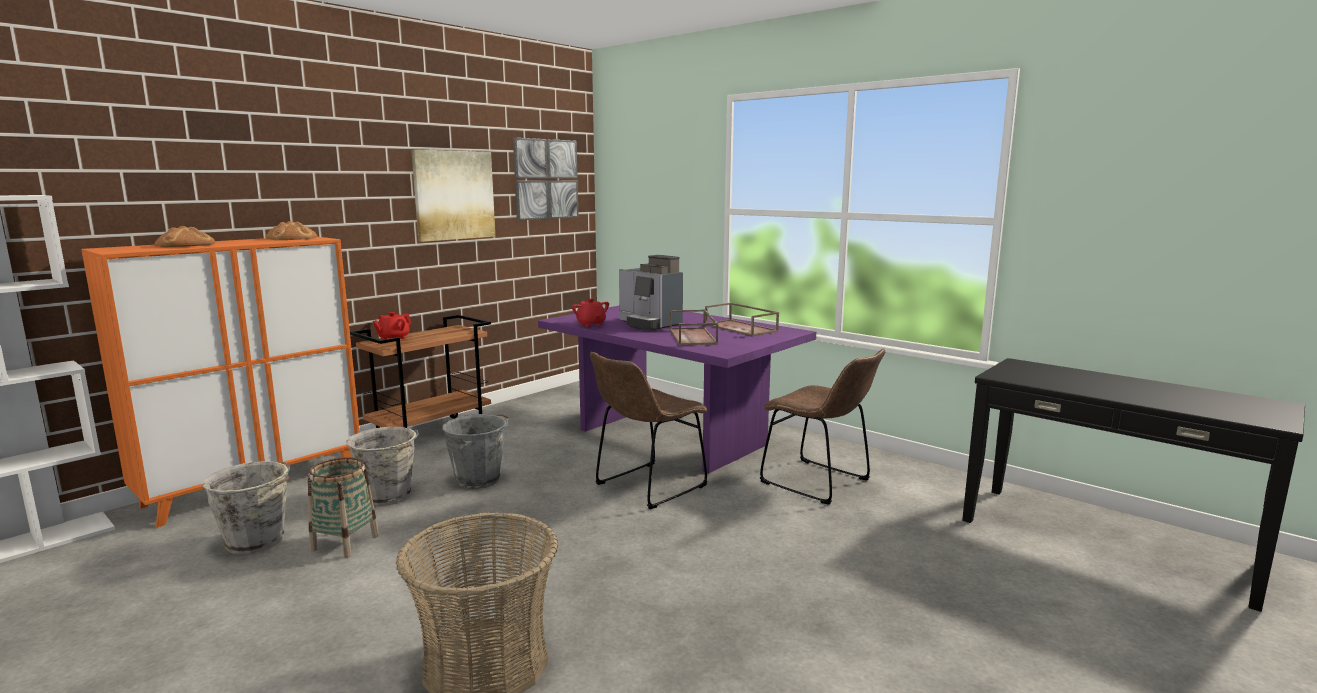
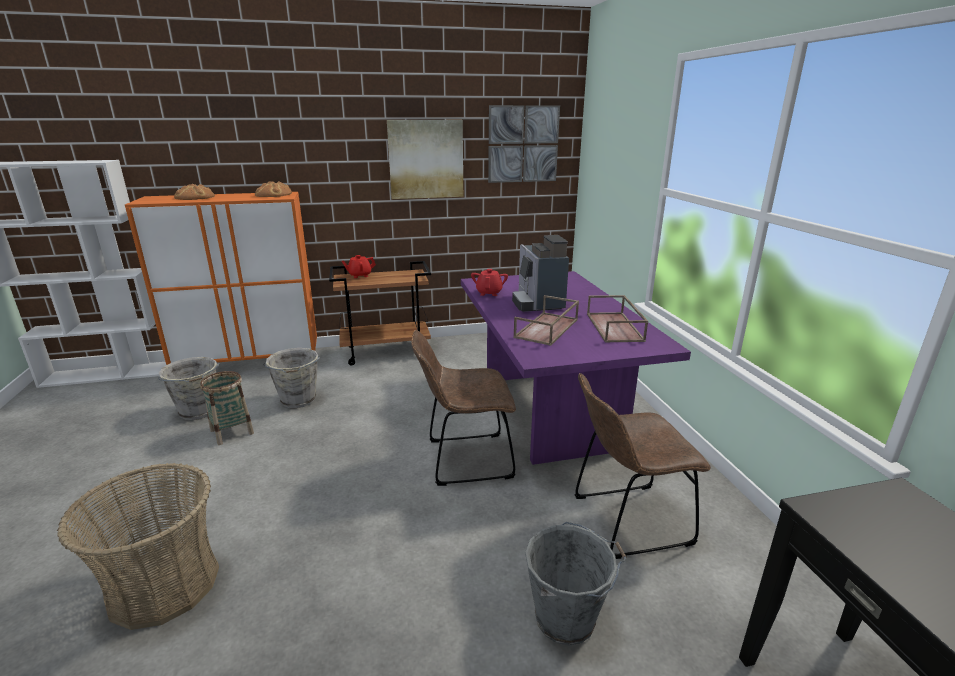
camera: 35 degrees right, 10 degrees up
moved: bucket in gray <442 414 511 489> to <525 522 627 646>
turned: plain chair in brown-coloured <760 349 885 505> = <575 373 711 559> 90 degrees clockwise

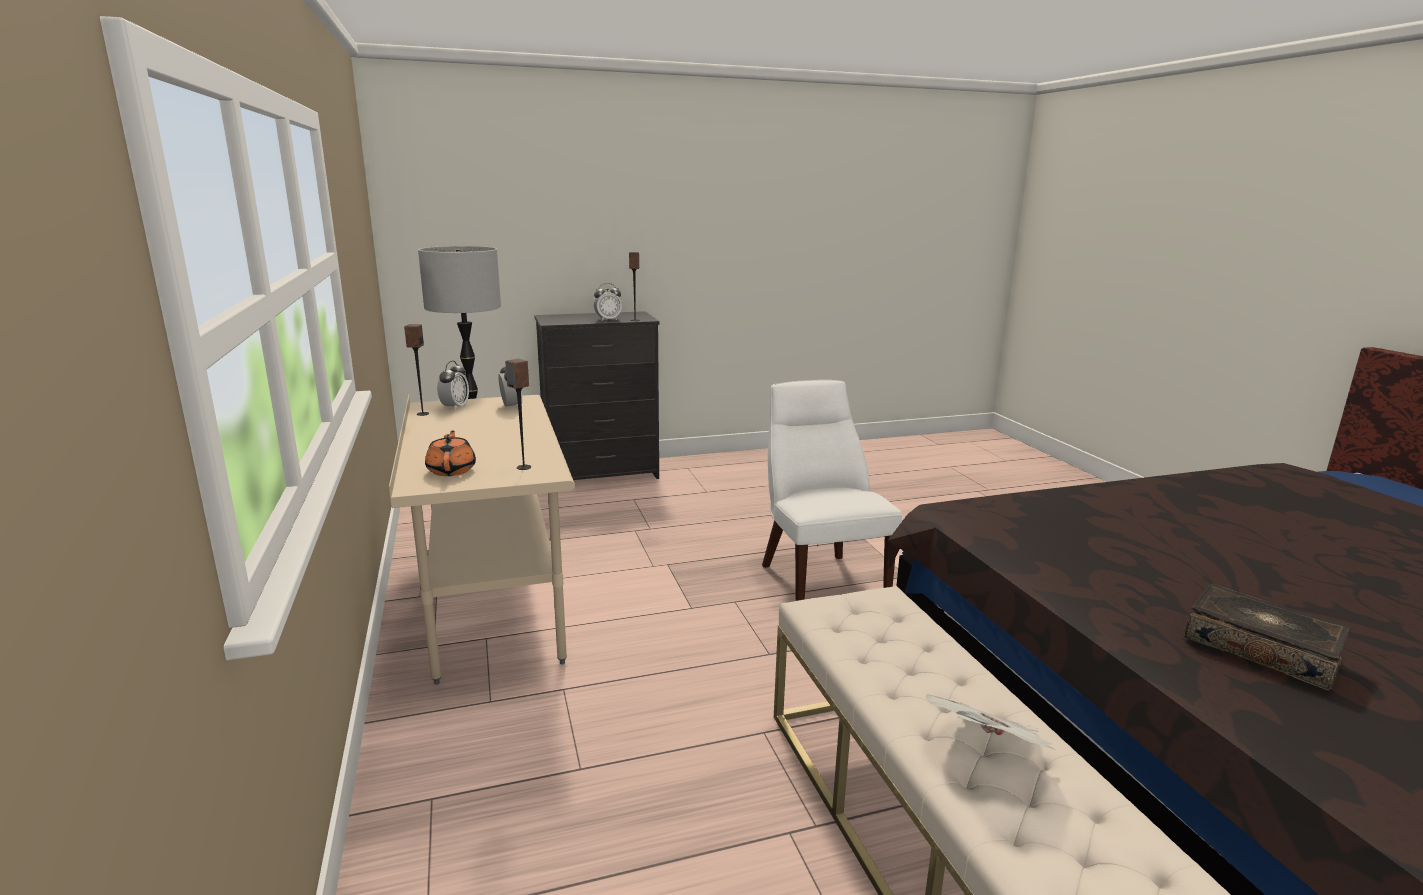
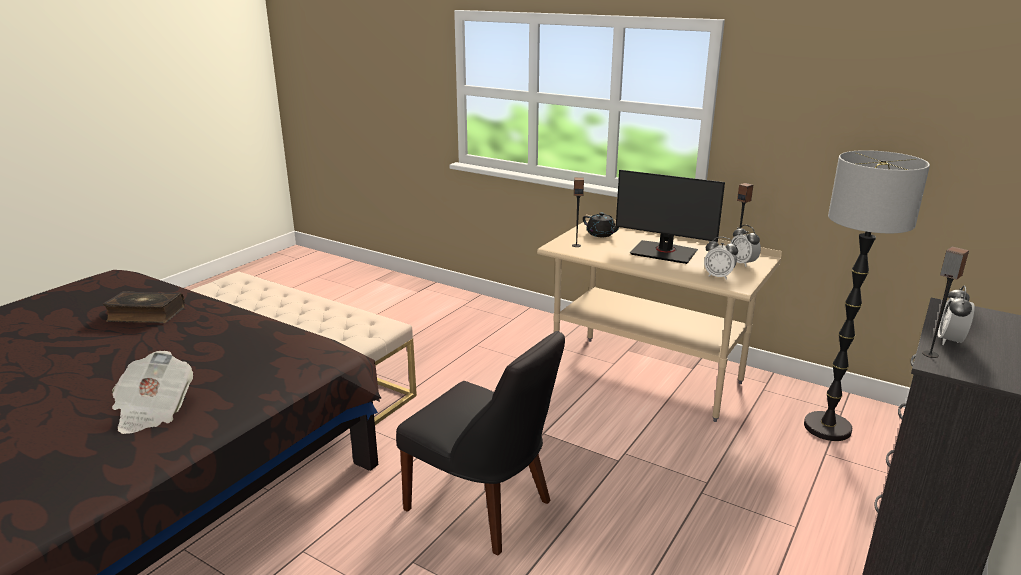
camera: 140 degrees right, 5 degrees up
added: computer screen <616 170 725 264>
moved: daily paper <926 694 1055 750> to <112 351 193 434>
recoloured: pot for tea in orangey <425 430 476 476> to pot for tea in blackish <583 212 619 237>; plain chair in white-coloured <762 380 902 601> to plain chair in blackish <396 331 565 555>

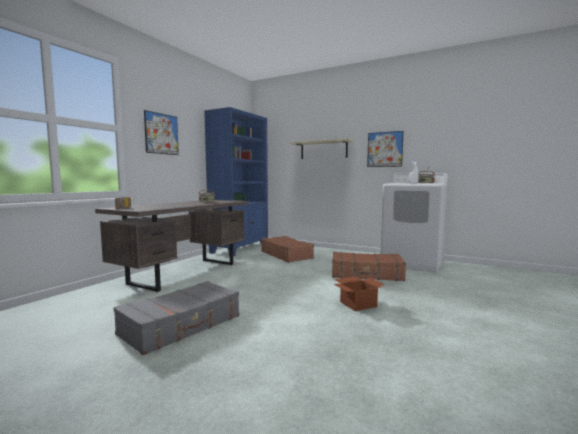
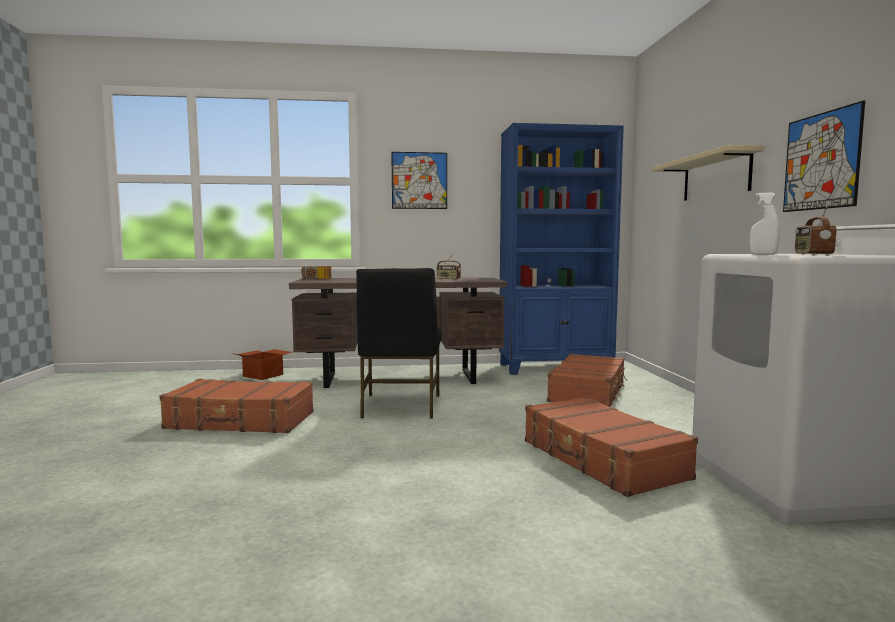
camera: 55 degrees right, 0 degrees up
added: plain chair in blackish <356 268 441 419>
moved: cardboard box <334 277 385 311> to <232 349 291 380>
recoloured: travel case in gray <114 281 239 355> to travel case in brown-coloured <159 379 314 433>

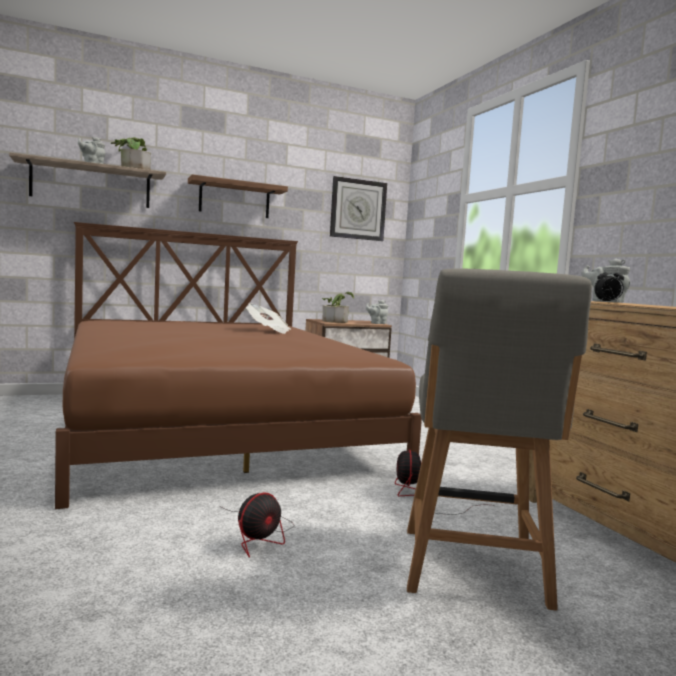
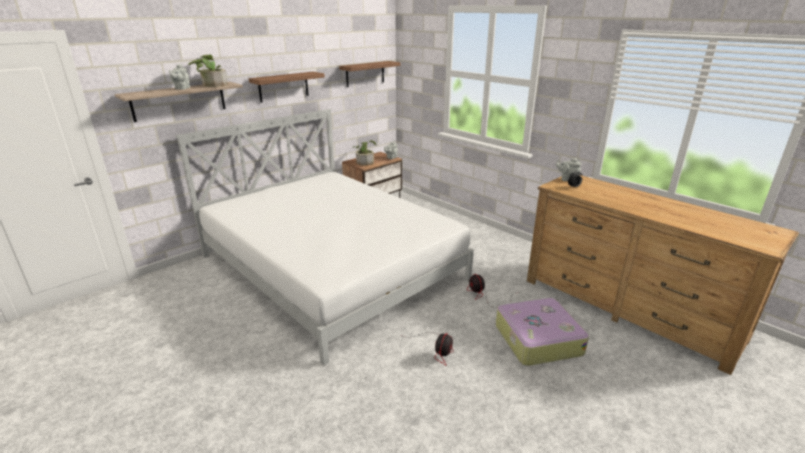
camera: 20 degrees left, 20 degrees up
removed: daily paper <246 303 291 334>
replaced: hanging clock <330 176 387 241> to shelf <339 61 400 87>; plain chair in gray <407 268 592 611> to travel case <496 297 589 366>
recoloured: sleeping bed in brown-coloured <55 222 422 509> to sleeping bed in white-coloured <175 109 474 366>

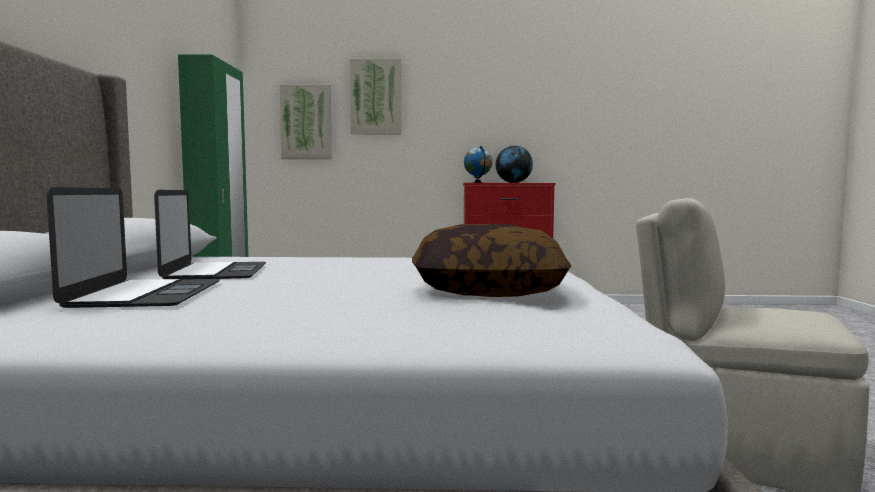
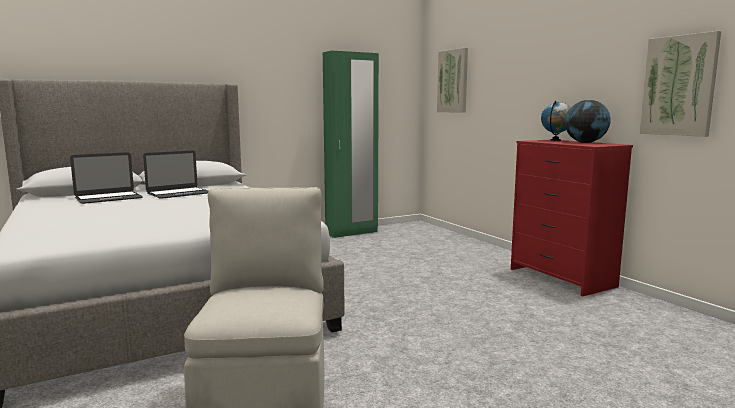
camera: 60 degrees right, 5 degrees up
removed: throw pillow <412 224 572 297>
moved: wall picture <350 59 401 134> to <640 31 721 137>

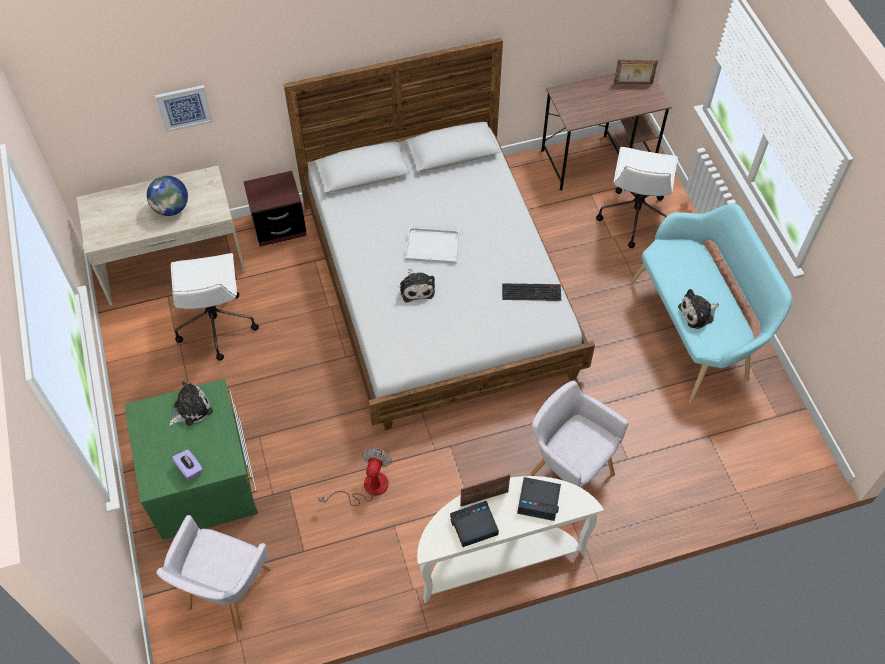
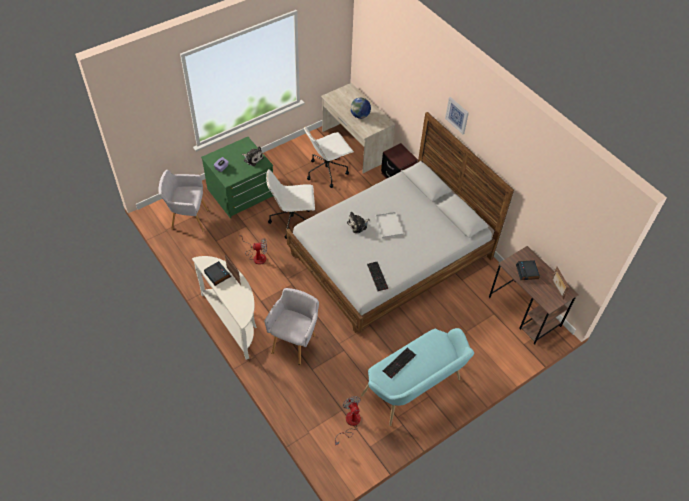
camera: 70 degrees right, 5 degrees down
added: fan <335 396 361 445>
moved: wall picture <155 85 213 132> to <445 97 469 134>; table clock <517 477 561 521> to <516 260 540 280>; desk chair in white-coloured <596 147 678 248> to <266 169 315 239>
replaced: cuddly toy <678 289 719 329> to keyboard <383 348 416 379>

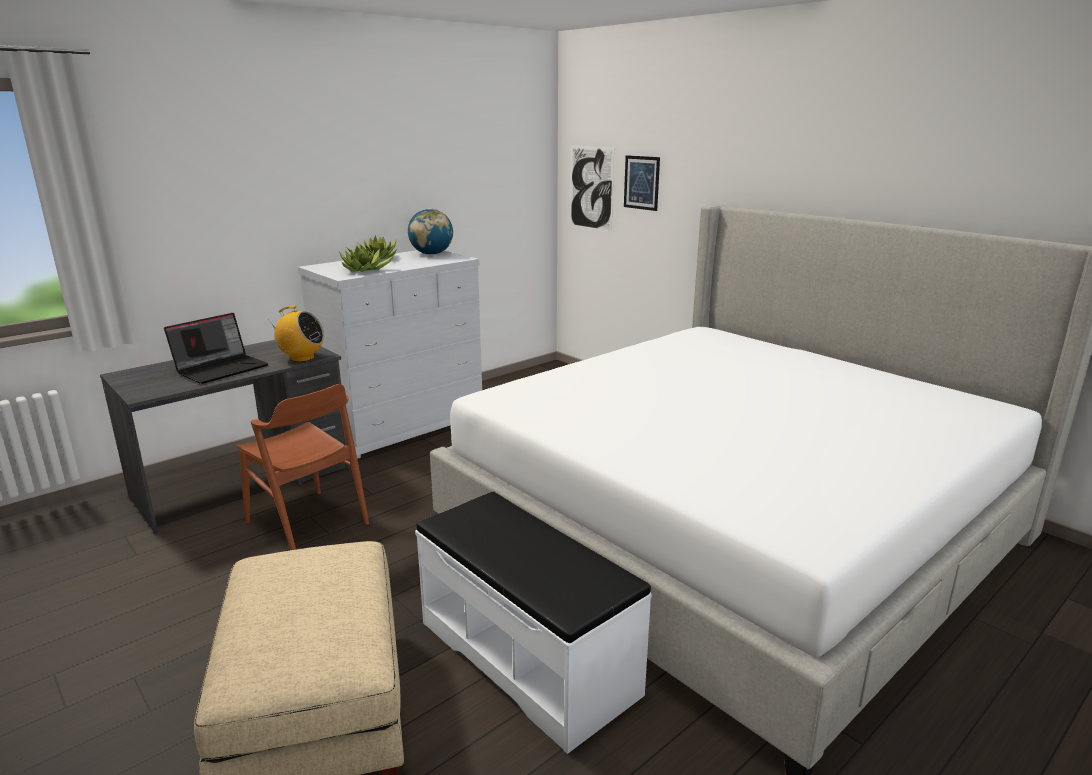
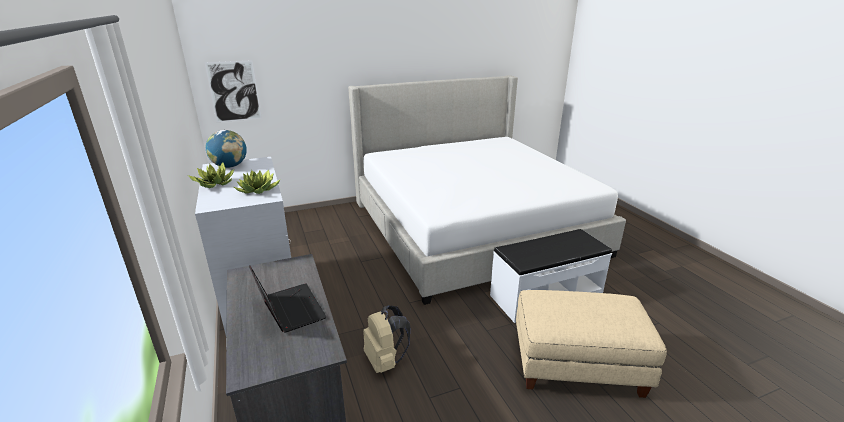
camera: 70 degrees left, 5 degrees up
removed: radio <268 306 324 362>; wall picture <624 155 660 211>
replaced: plain chair in brown-coloured <237 384 369 550> to backpack in sand-coloured <363 305 410 373>

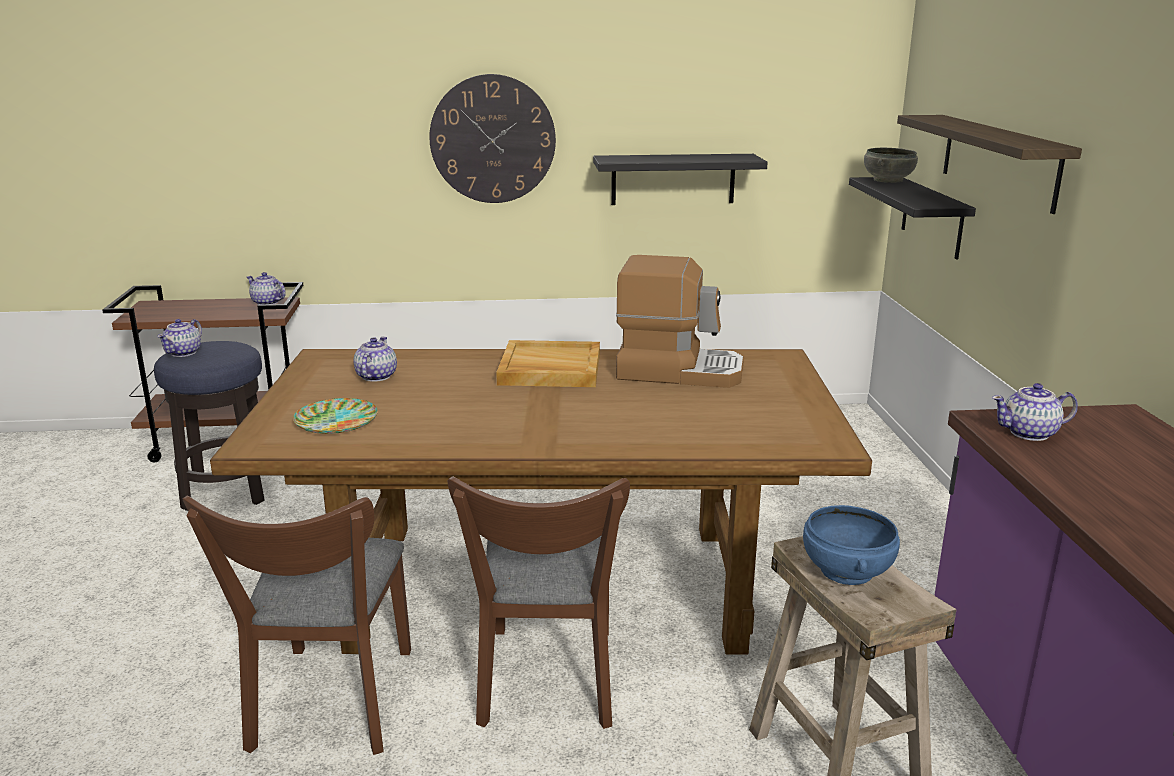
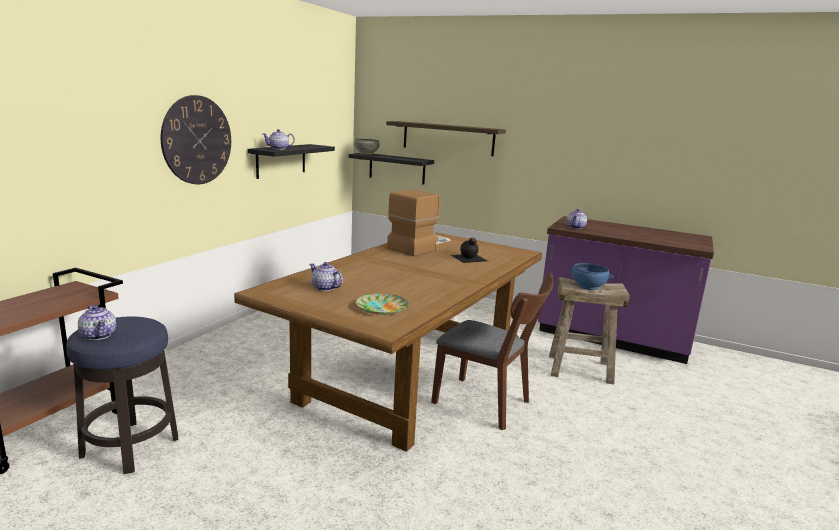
camera: 60 degrees left, 5 degrees down
removed: plain chair in brown-coloured <183 495 411 755>; serving tray in sand-coloured <496 340 600 387>
added: drink bottle in blackish <451 238 487 263>
moved: pot for tea <247 272 286 305> to <263 129 295 150>

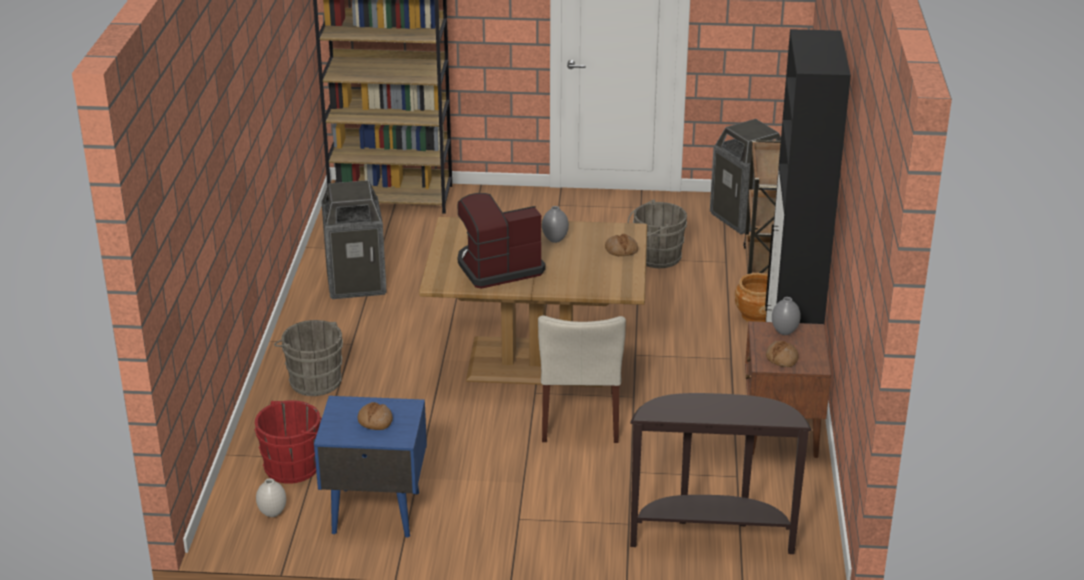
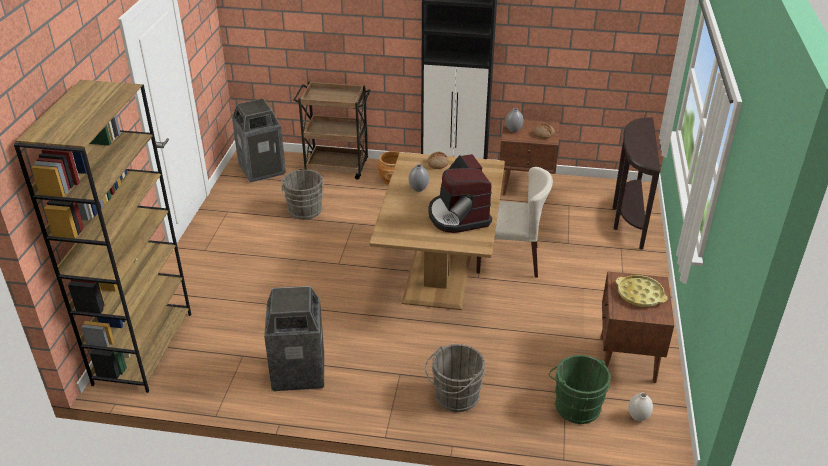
camera: 85 degrees left, 5 degrees up
replaced: bread <358 402 393 430> to serving tray in yellow-coloured <616 275 668 307>
recoloured: bucket in reddish <255 400 322 484> to bucket in green-coloured <549 355 611 424>; night table in blue <314 396 427 538> to night table in brown-coloured <600 271 674 383>

